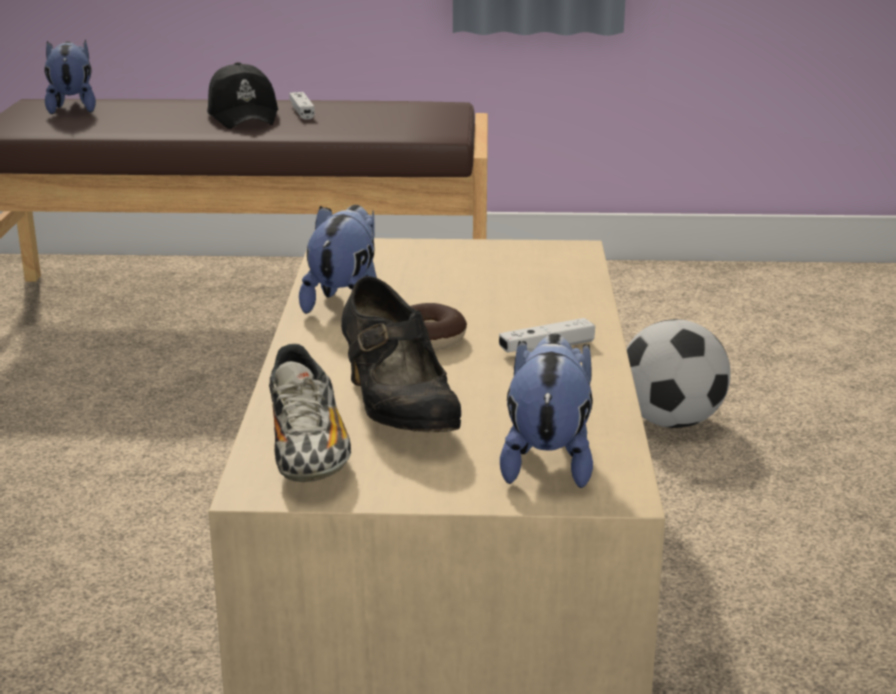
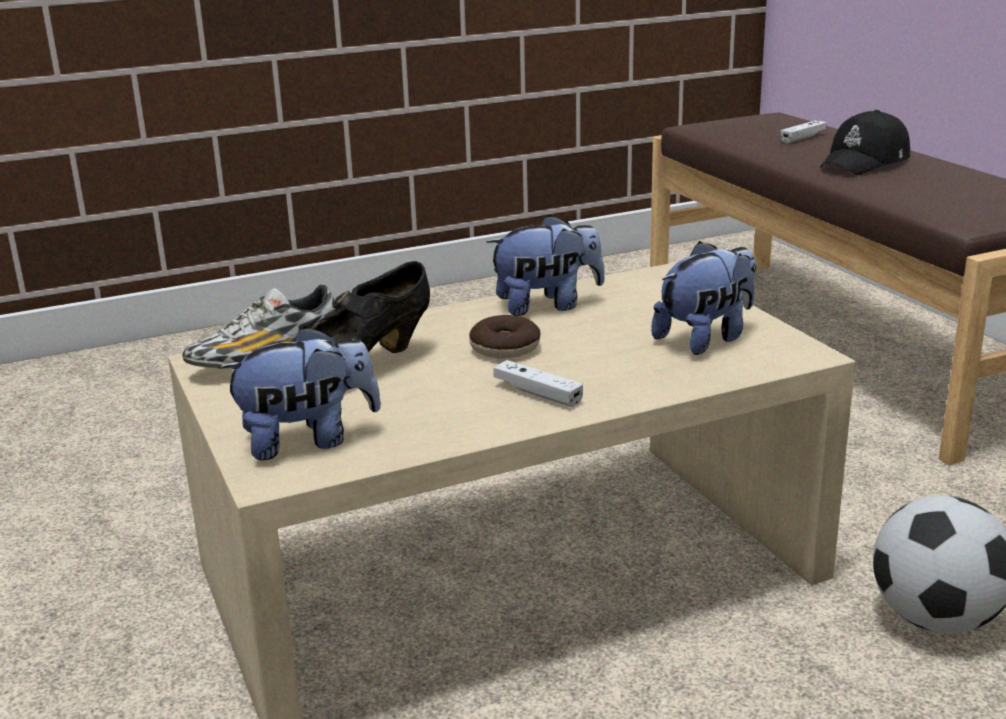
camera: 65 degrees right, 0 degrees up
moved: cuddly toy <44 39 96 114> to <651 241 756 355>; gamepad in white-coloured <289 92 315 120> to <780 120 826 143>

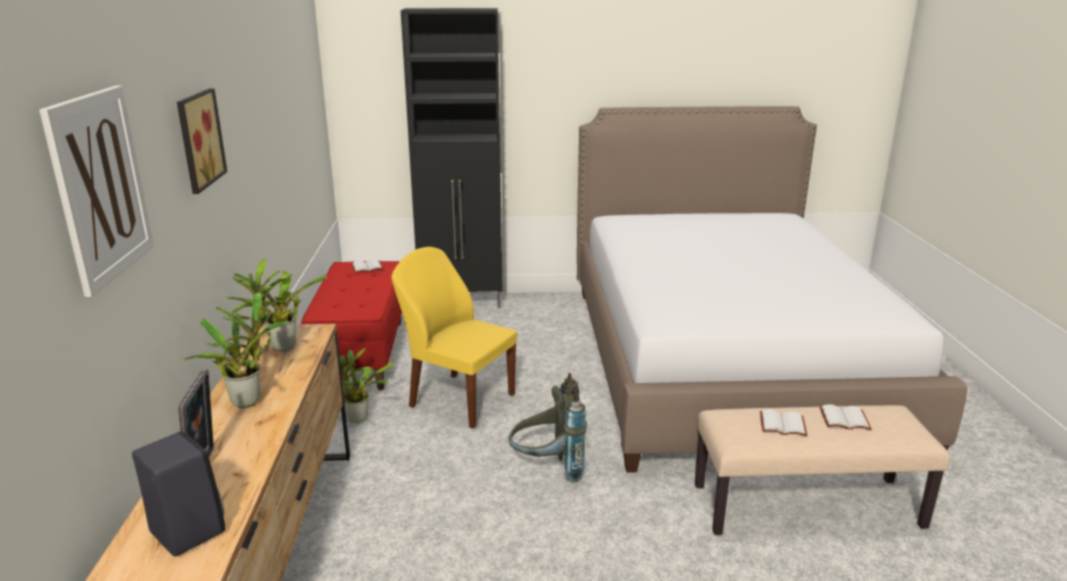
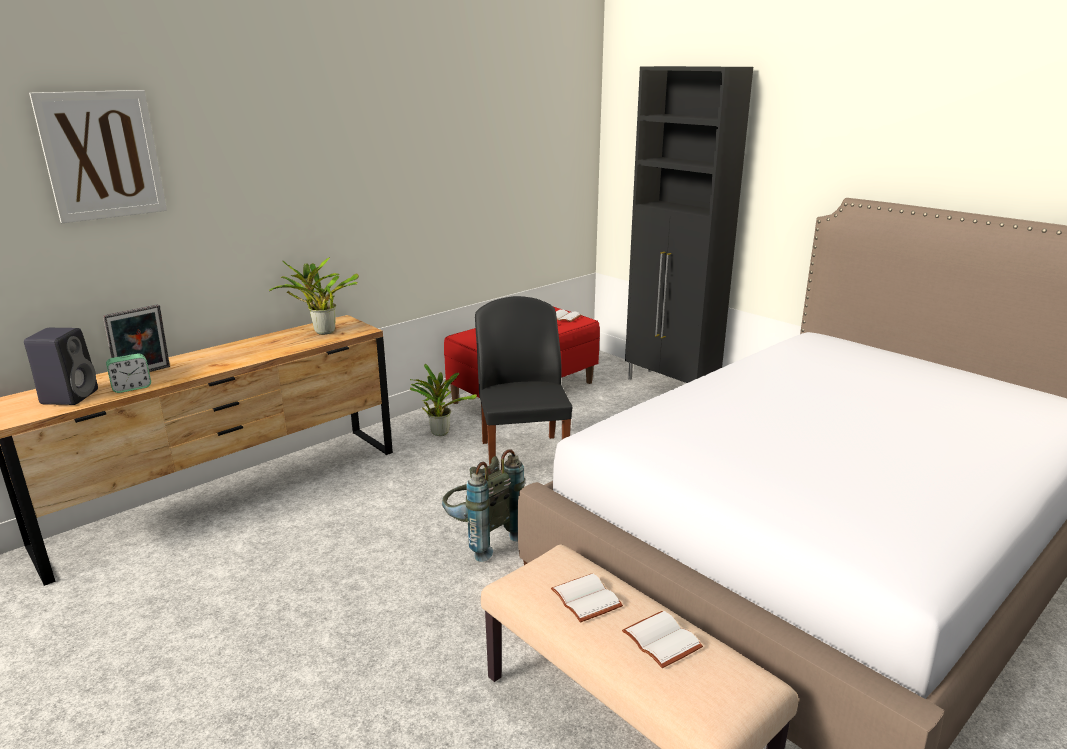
camera: 50 degrees right, 0 degrees up
removed: wall picture <177 88 227 194>; potted plant <183 292 289 408>
added: table clock <106 353 151 393>
recoloured: plain chair in yellow-coloured <391 247 517 428> to plain chair in blackish <475 296 572 465>

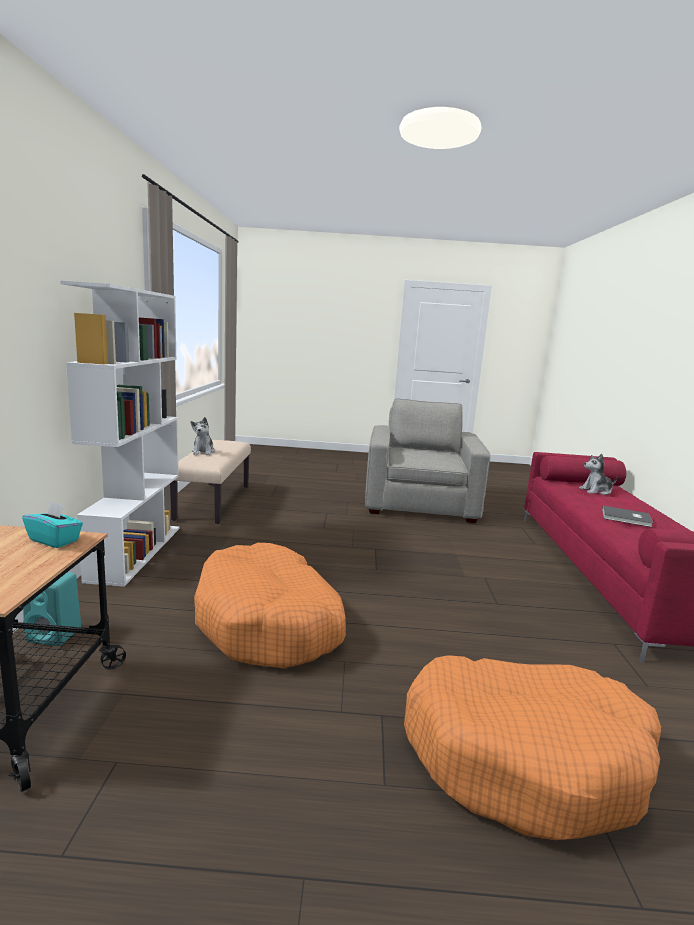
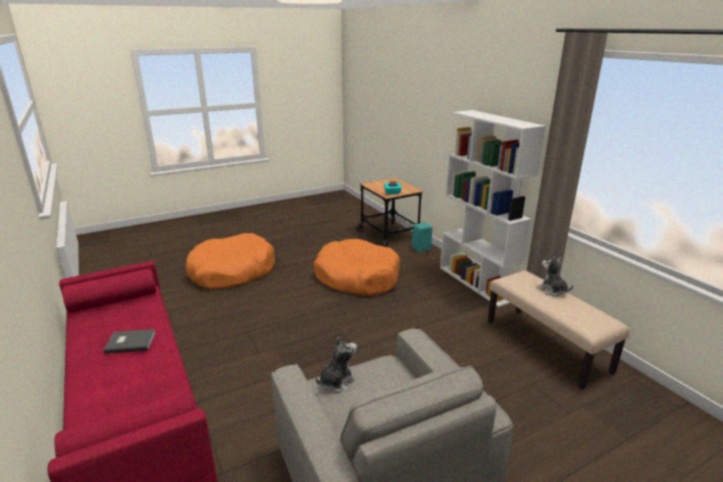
camera: 150 degrees right, 10 degrees up
moved: cuddly toy <579 454 617 495> to <316 337 358 393>

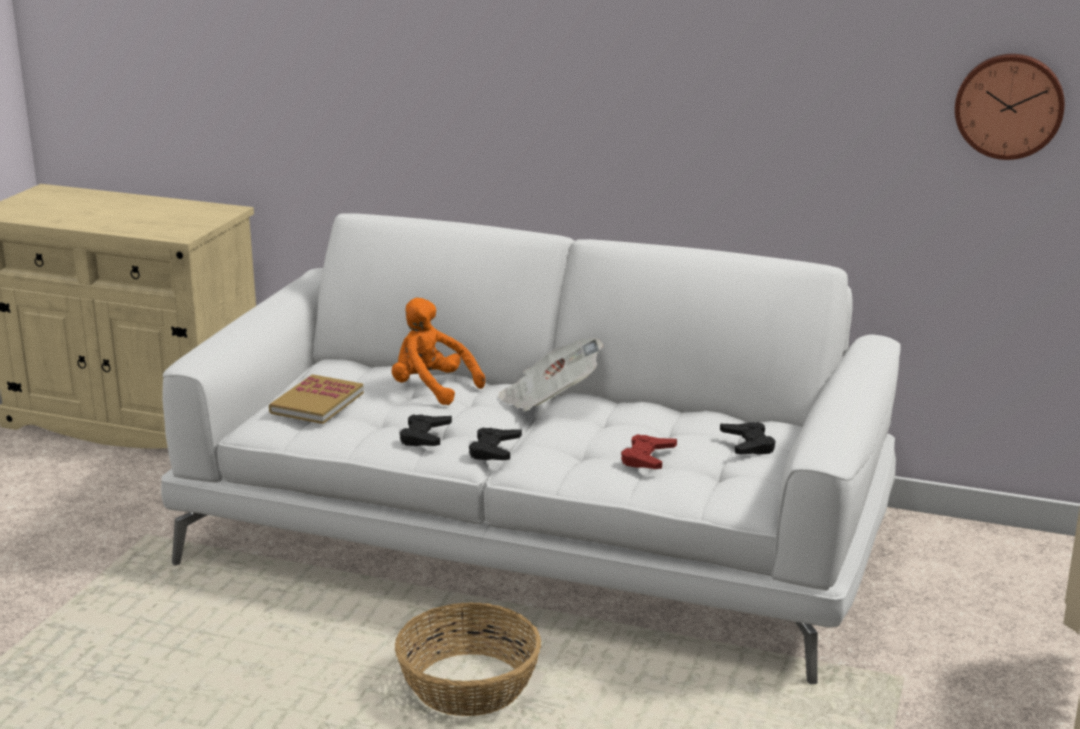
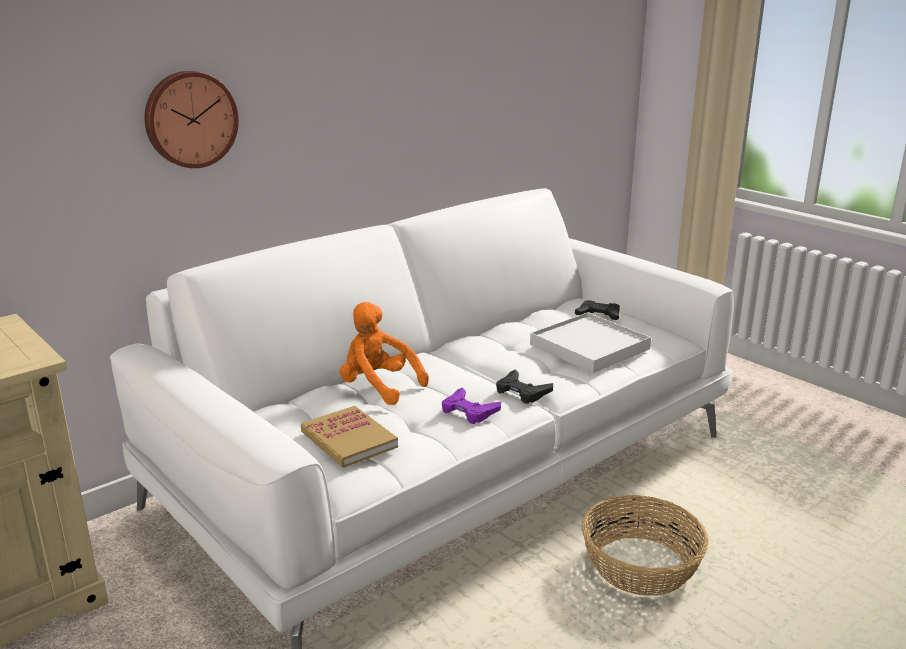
camera: 60 degrees left, 0 degrees up
removed: daily paper <498 338 604 411>
moved: hanging clock <955 54 1065 160> to <144 71 239 168>
replaced: gamepad in reddish <621 434 677 469> to serving tray in white-coloured <530 312 651 373>
recoloured: gamepad in blackish <400 414 452 446> to gamepad in purple-coloured <442 387 501 424>
turned: cuddly toy in orangey <392 298 485 405> = <340 302 429 405> 60 degrees clockwise

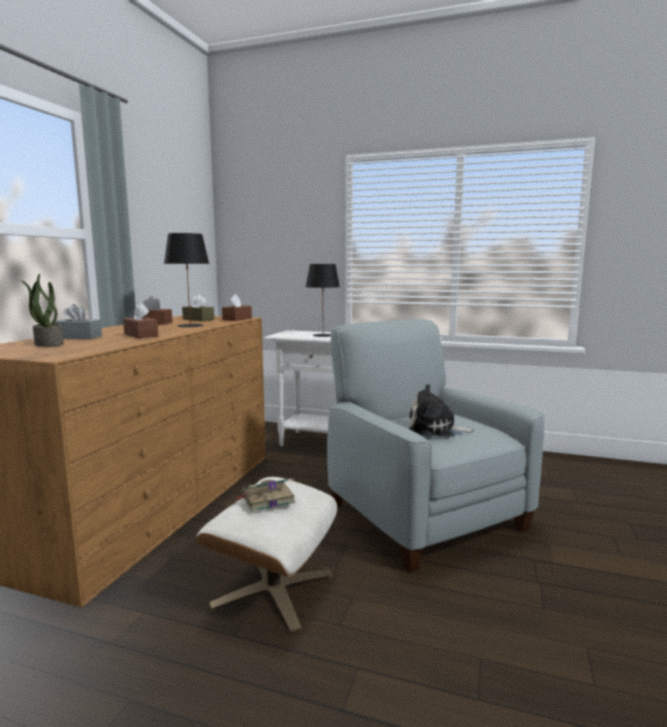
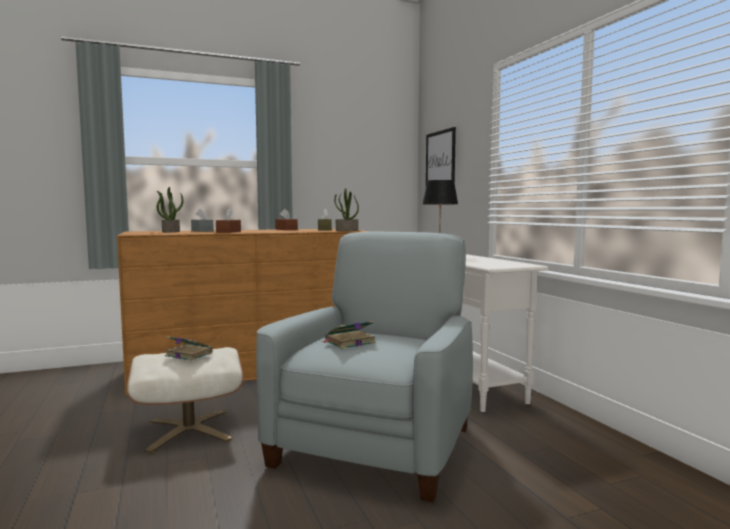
camera: 50 degrees right, 5 degrees down
removed: lamp for a table in blackish <164 233 209 327>
added: wall picture <426 127 456 185>
replaced: box of tissues in brown-coloured <222 294 252 321> to potted plant <334 188 359 231>; cuddly toy <409 384 475 438> to volume <321 321 376 349>

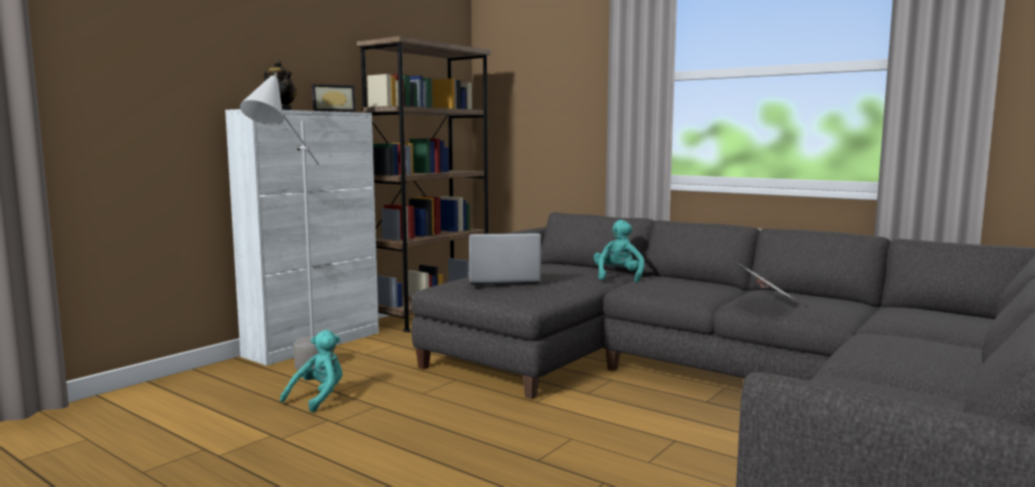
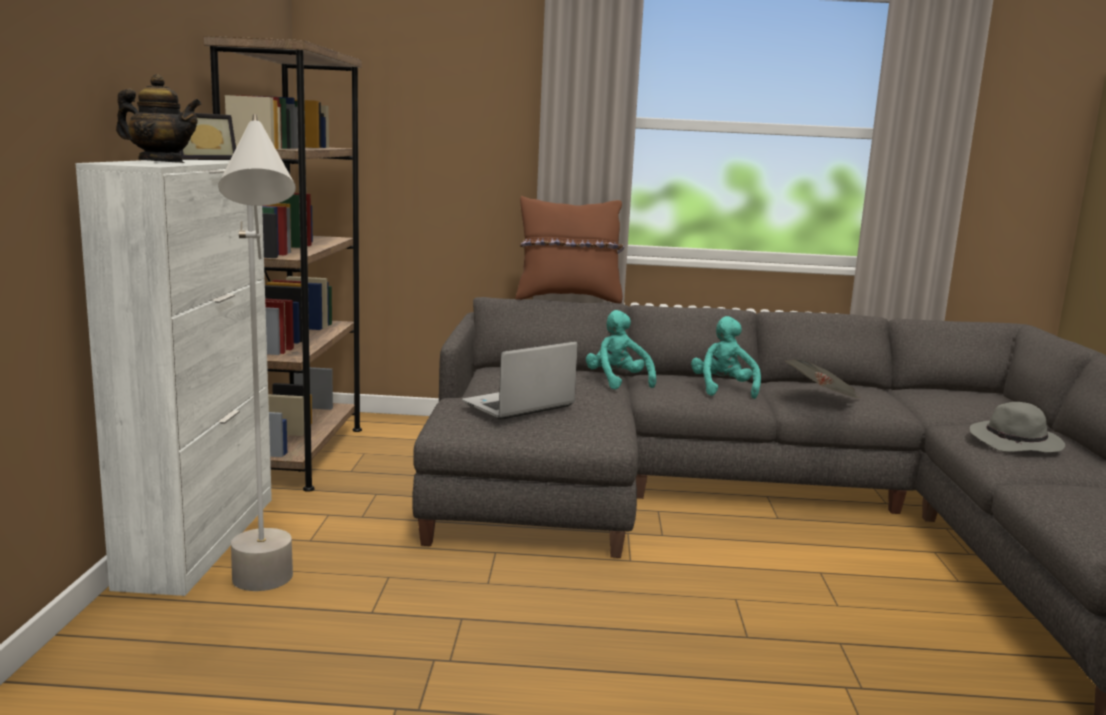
camera: 35 degrees left, 5 degrees up
added: throw pillow in brown-coloured <516 196 625 304>; hat in gray <970 402 1065 452>
moved: cuddly toy in blue-green <280 330 343 412> to <691 316 761 399>

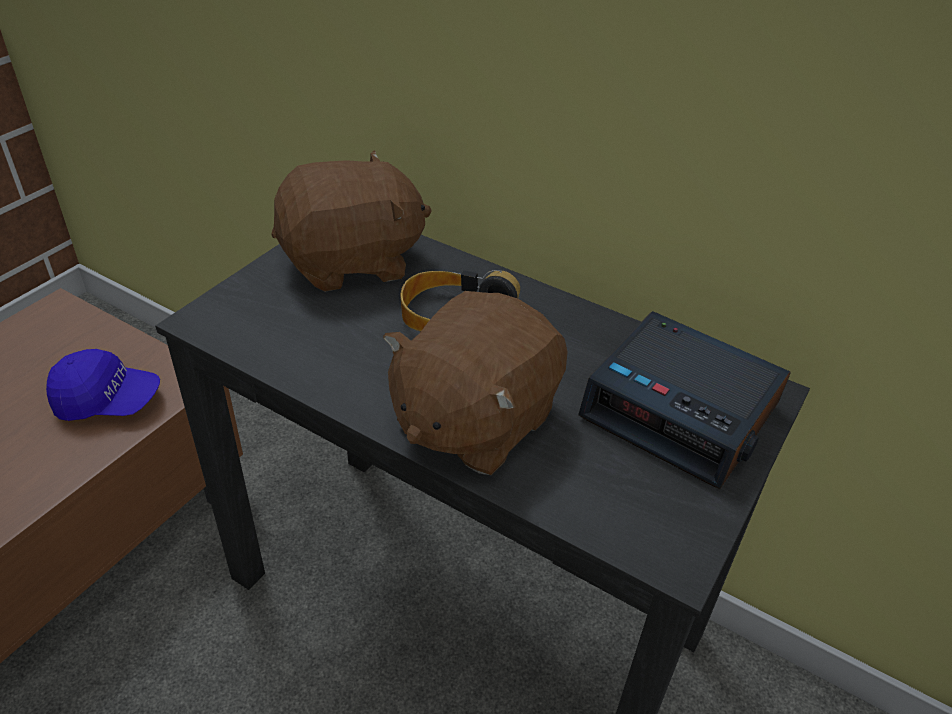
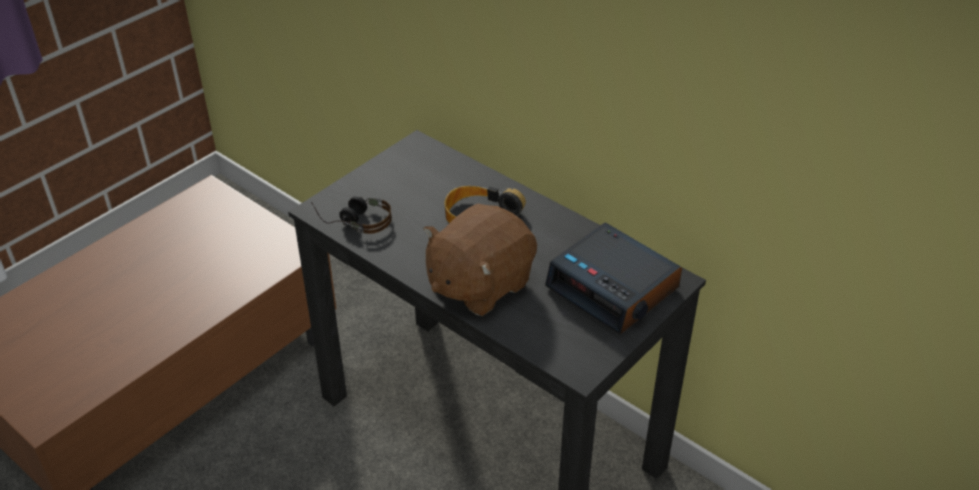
camera: 10 degrees right, 0 degrees up
removed: baseball cap in blue <46 349 160 421>; cuddly toy in brown-coloured <272 150 432 292>
added: headset <311 196 392 234>

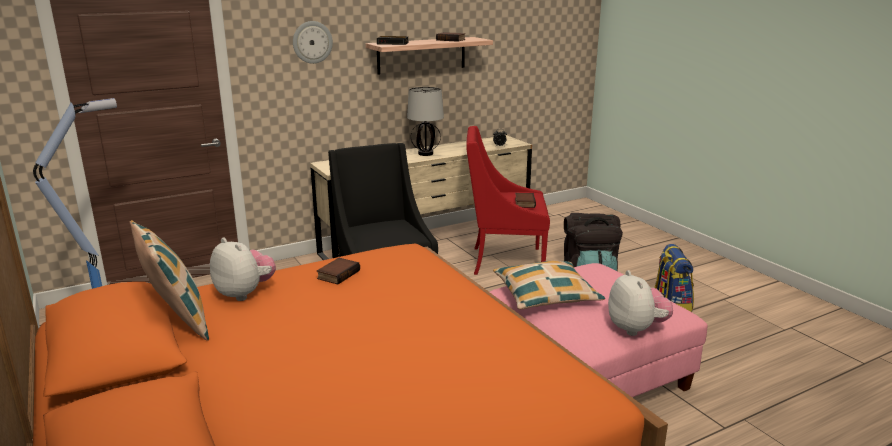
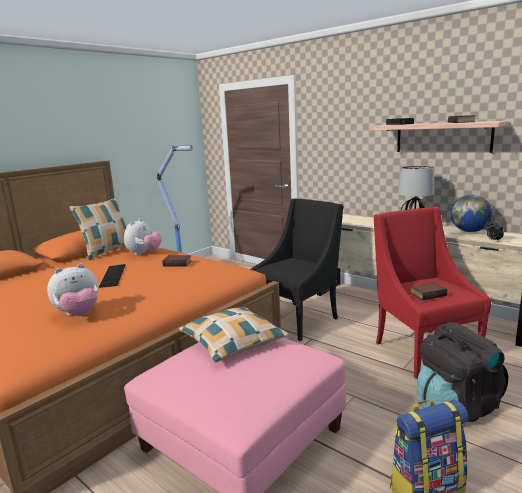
camera: 70 degrees right, 5 degrees down
removed: hanging clock <293 21 333 64>
added: keyboard <99 264 125 288>; desk globe <451 195 492 232>
moved: cuddly toy <608 270 673 336> to <47 264 98 316>

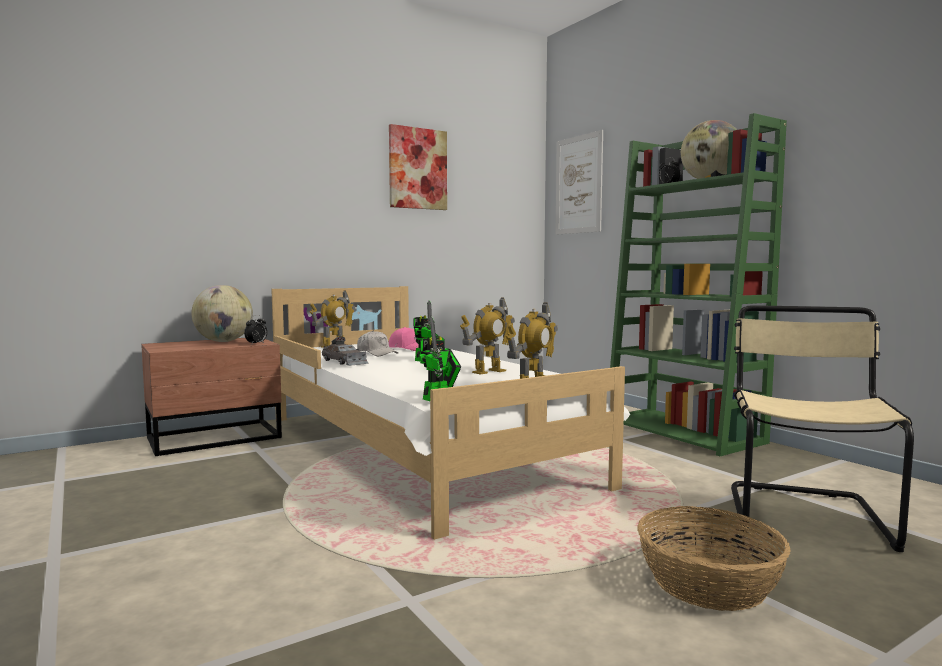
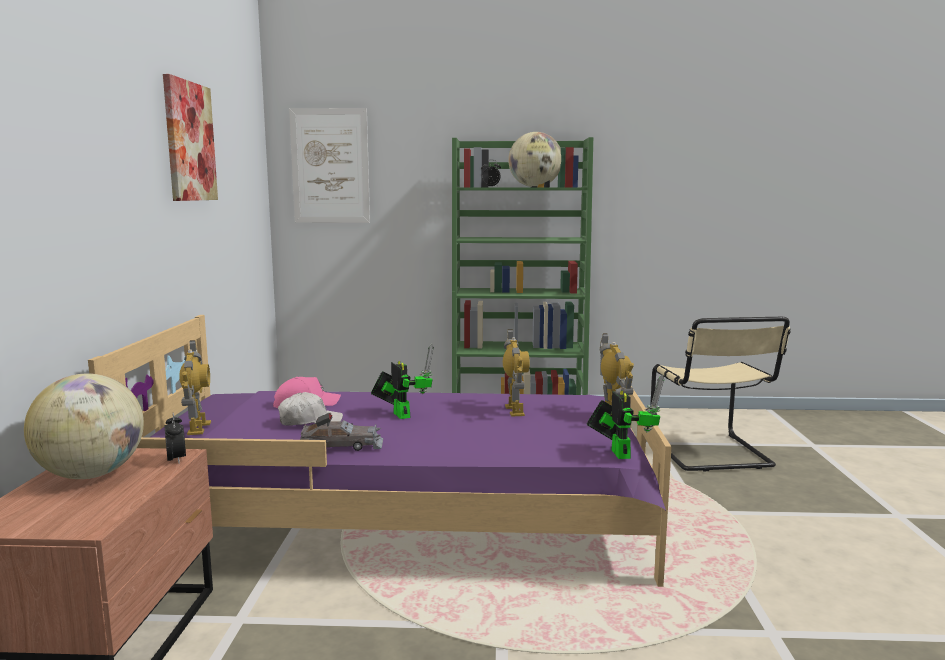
camera: 55 degrees left, 5 degrees up
removed: storage basket <637 506 791 611>
recoloured: sleeping bed in white-coloured <271 286 630 540> to sleeping bed in purple-coloured <88 315 672 587>
turned: plain chair in sand-coloured <731 305 914 552> = <650 317 791 471> 150 degrees counterclockwise

